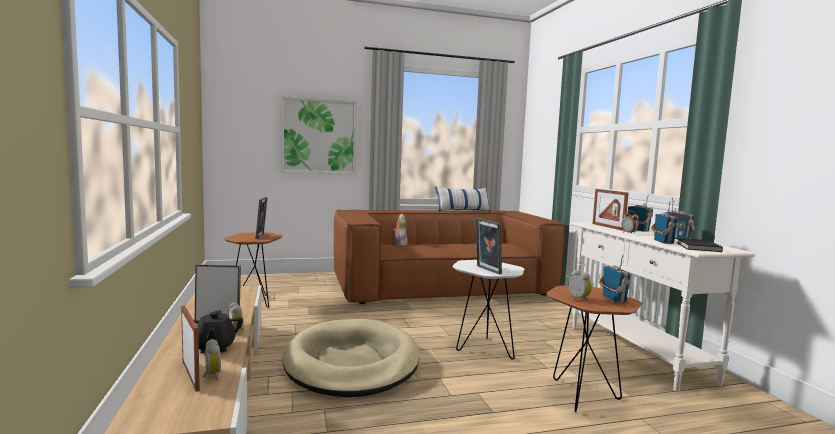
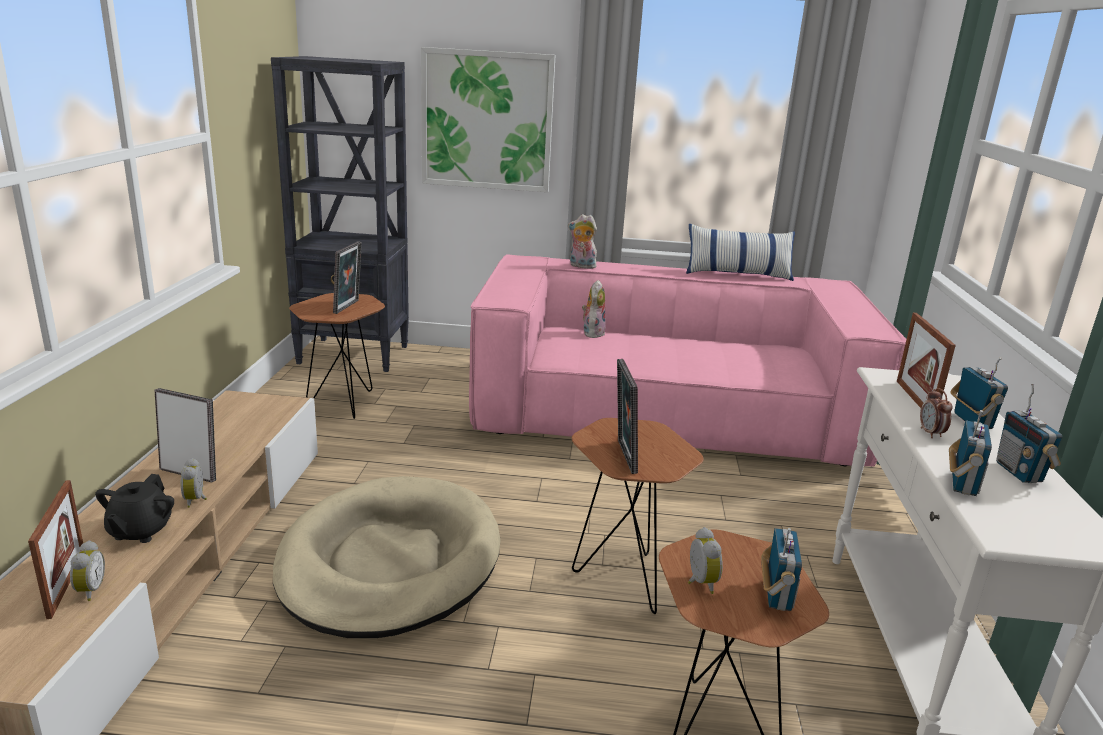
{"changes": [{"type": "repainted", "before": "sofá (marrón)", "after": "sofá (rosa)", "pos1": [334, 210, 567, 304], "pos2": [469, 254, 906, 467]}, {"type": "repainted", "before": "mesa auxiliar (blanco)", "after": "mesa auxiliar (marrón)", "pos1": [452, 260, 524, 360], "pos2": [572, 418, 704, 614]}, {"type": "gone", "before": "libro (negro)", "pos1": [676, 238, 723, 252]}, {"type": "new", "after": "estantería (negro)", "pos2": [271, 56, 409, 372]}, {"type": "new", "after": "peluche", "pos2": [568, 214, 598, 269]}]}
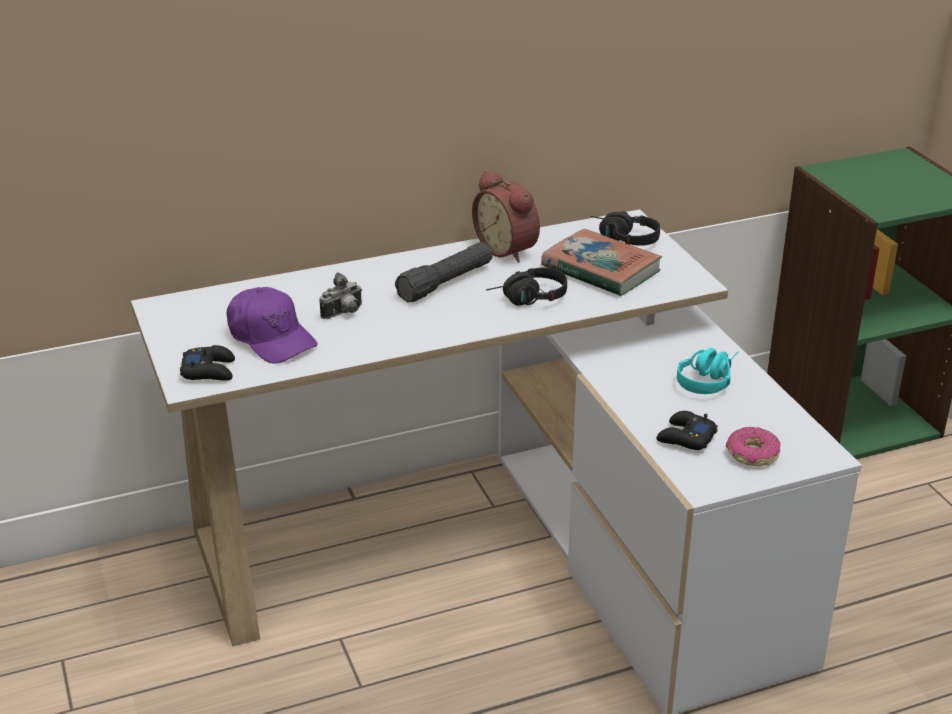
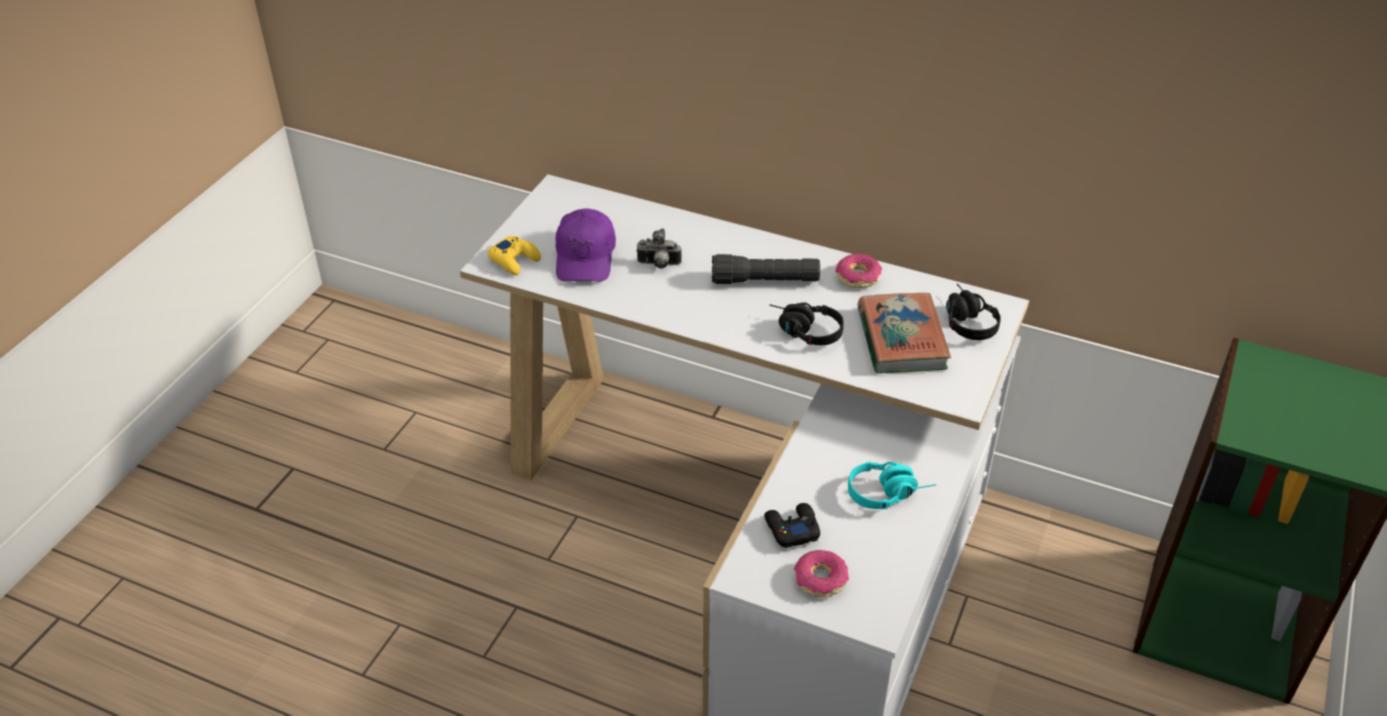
{"changes": [{"type": "repainted", "before": "mando de consola (negro)", "after": "mando de consola (amarillo)", "pos1": [180, 345, 235, 381], "pos2": [488, 236, 541, 275]}, {"type": "swapped", "before": "despertador", "after": "rosquilla", "pos1": [472, 170, 540, 263], "pos2": [836, 254, 882, 288]}]}
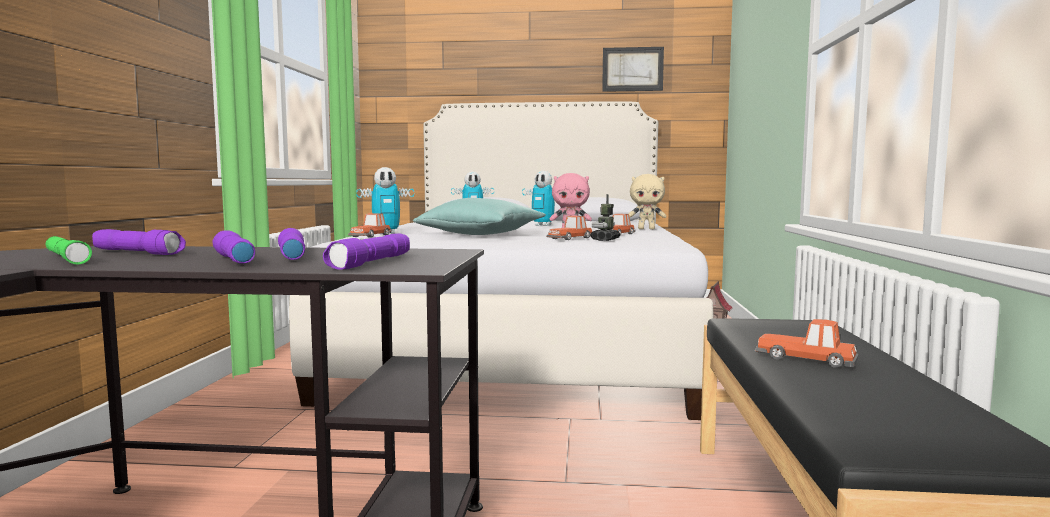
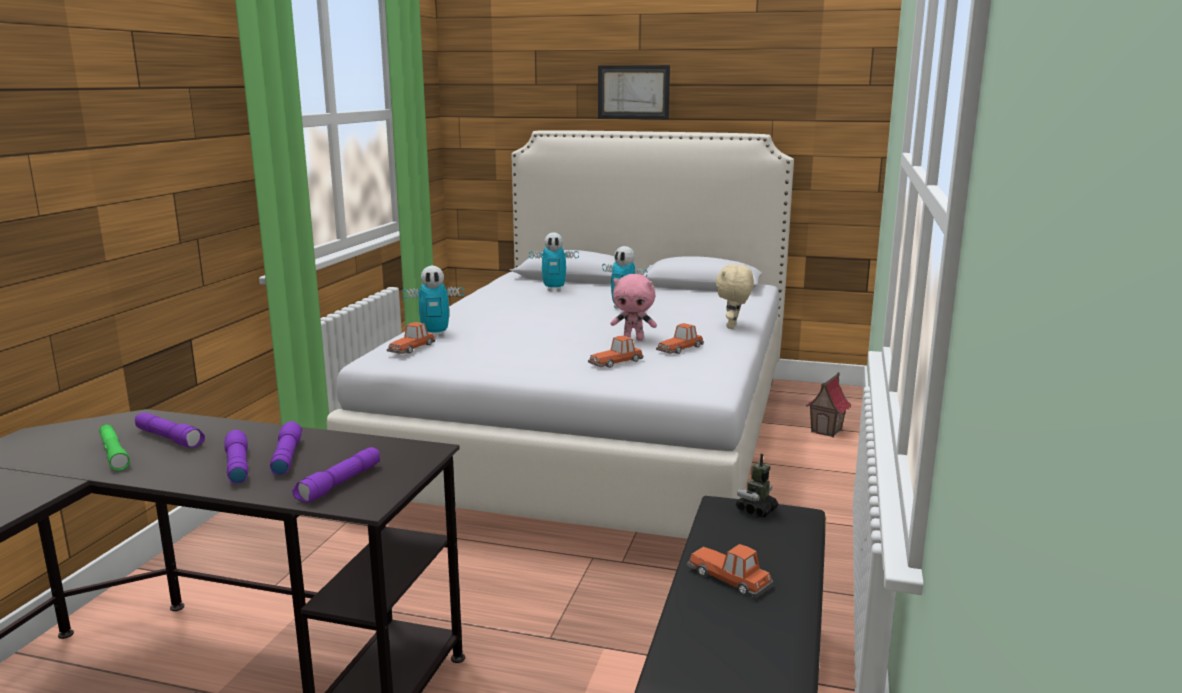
{"changes": [{"type": "gone", "before": "cojín (turquesa)", "pos1": [413, 198, 546, 235]}, {"type": "shifted", "before": "robot de juguete", "pos1": [590, 194, 620, 241], "pos2": [736, 454, 778, 517]}, {"type": "shifted", "before": "cuadro", "pos1": [602, 47, 664, 92], "pos2": [598, 65, 670, 119]}, {"type": "rotated", "before": "peluche (beis)", "pos1": [629, 174, 667, 229], "pos2": [715, 264, 754, 329], "turn": 90}]}
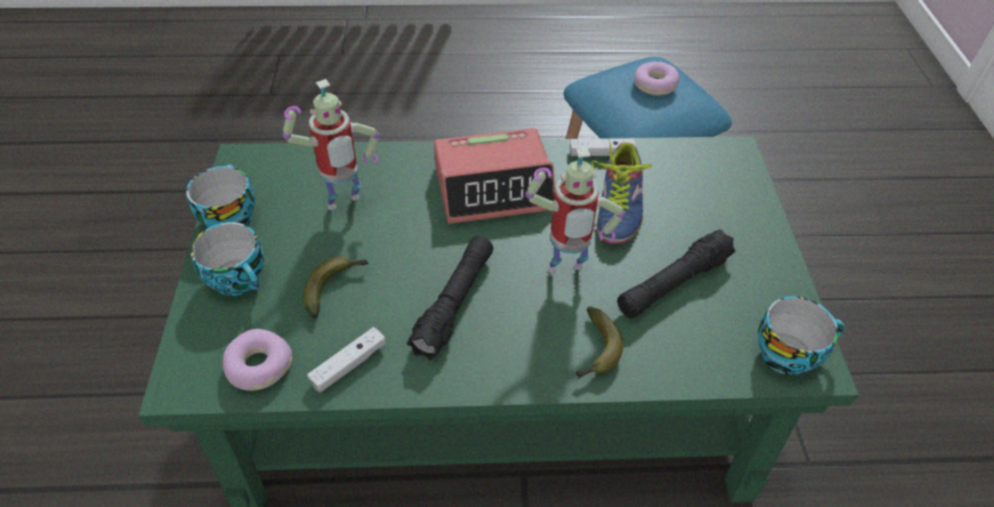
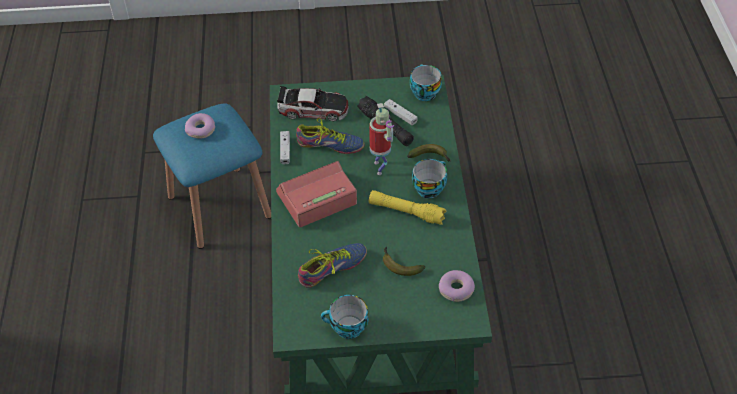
{"changes": [{"type": "shifted", "before": "taza", "pos1": [191, 222, 264, 296], "pos2": [412, 159, 447, 198]}, {"type": "swapped", "before": "robot de juguete", "after": "zapato", "pos1": [283, 79, 379, 210], "pos2": [298, 243, 367, 288]}, {"type": "shifted", "before": "mando de consola (blanco)", "pos1": [307, 327, 386, 392], "pos2": [384, 99, 418, 125]}, {"type": "repainted", "before": "linterna (negro)", "after": "linterna (amarillo)", "pos1": [407, 236, 493, 360], "pos2": [369, 190, 446, 225]}, {"type": "rotated", "before": "despertador", "pos1": [434, 128, 555, 224], "pos2": [276, 161, 357, 227], "turn": -105}, {"type": "new", "after": "coche de juguete", "pos2": [277, 86, 349, 121]}]}
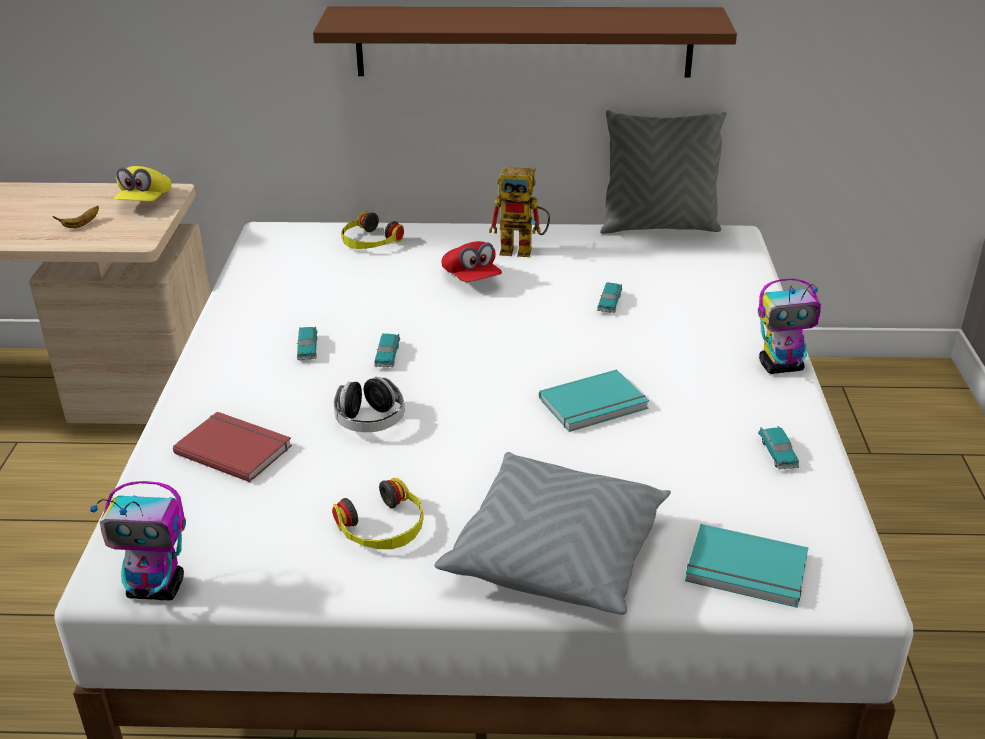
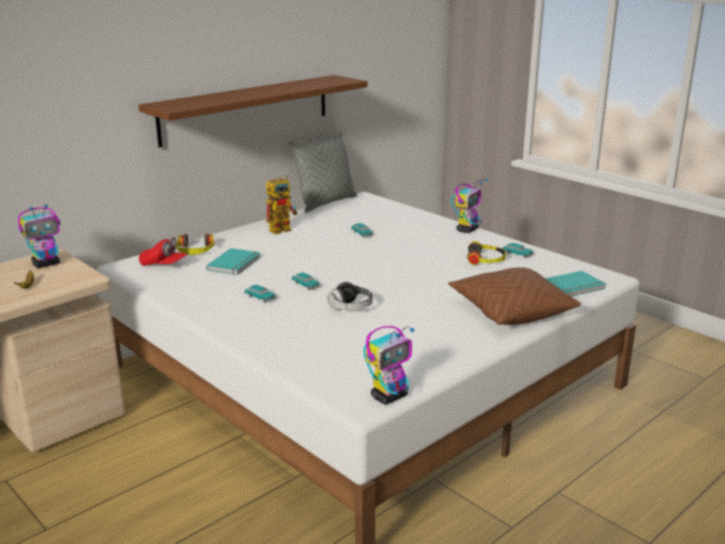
{"changes": [{"type": "swapped", "before": "gorra (amarillo)", "after": "robot de juguete", "pos1": [114, 166, 172, 201], "pos2": [18, 204, 60, 268]}, {"type": "gone", "before": "libro (rojo)", "pos1": [173, 412, 292, 482]}, {"type": "shifted", "before": "auriculares", "pos1": [332, 478, 424, 549], "pos2": [467, 241, 506, 265]}, {"type": "repainted", "before": "cojín (gris)", "after": "cojín (marrón)", "pos1": [434, 452, 671, 615], "pos2": [448, 267, 581, 325]}, {"type": "shifted", "before": "gorra (rojo)", "pos1": [442, 241, 502, 282], "pos2": [139, 237, 187, 266]}, {"type": "shifted", "before": "libro (turquesa)", "pos1": [539, 369, 649, 432], "pos2": [206, 248, 260, 275]}]}
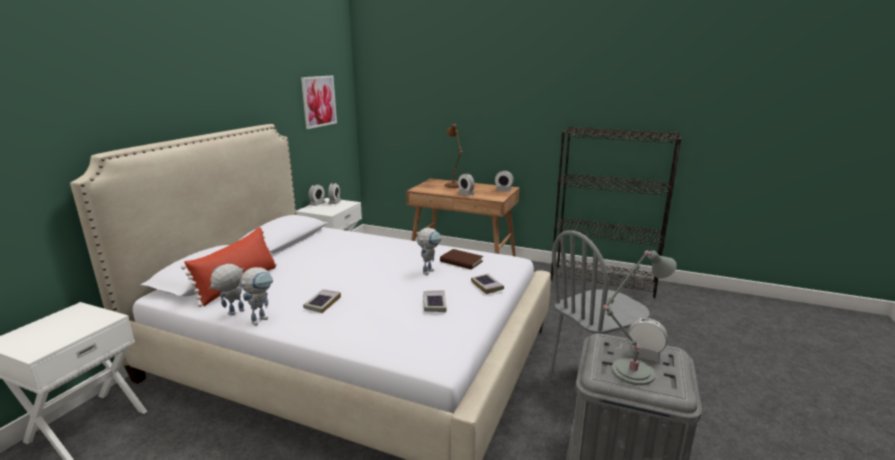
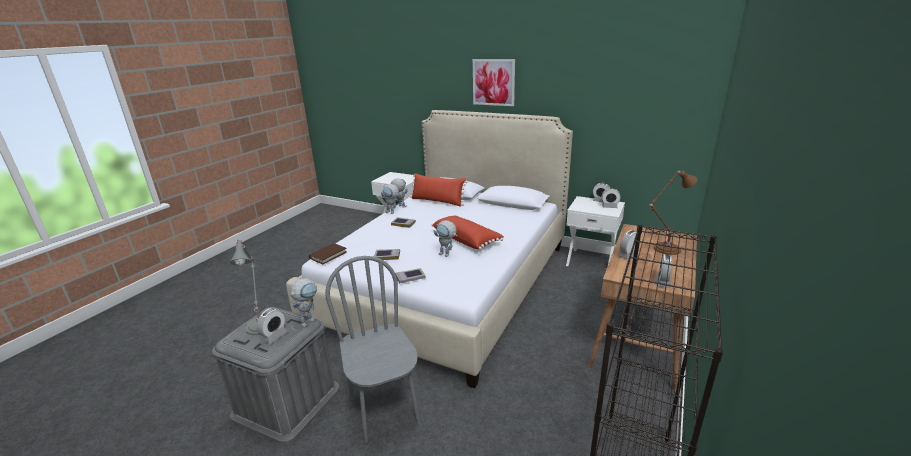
{"changes": [{"type": "shifted", "before": "cuadro", "pos1": [301, 76, 337, 129], "pos2": [473, 59, 515, 106]}, {"type": "shifted", "before": "libro (marrón)", "pos1": [440, 249, 483, 269], "pos2": [309, 243, 347, 264]}, {"type": "new", "after": "robot de juguete", "pos2": [289, 279, 317, 327]}, {"type": "new", "after": "cojín (rojo)", "pos2": [431, 216, 504, 250]}]}
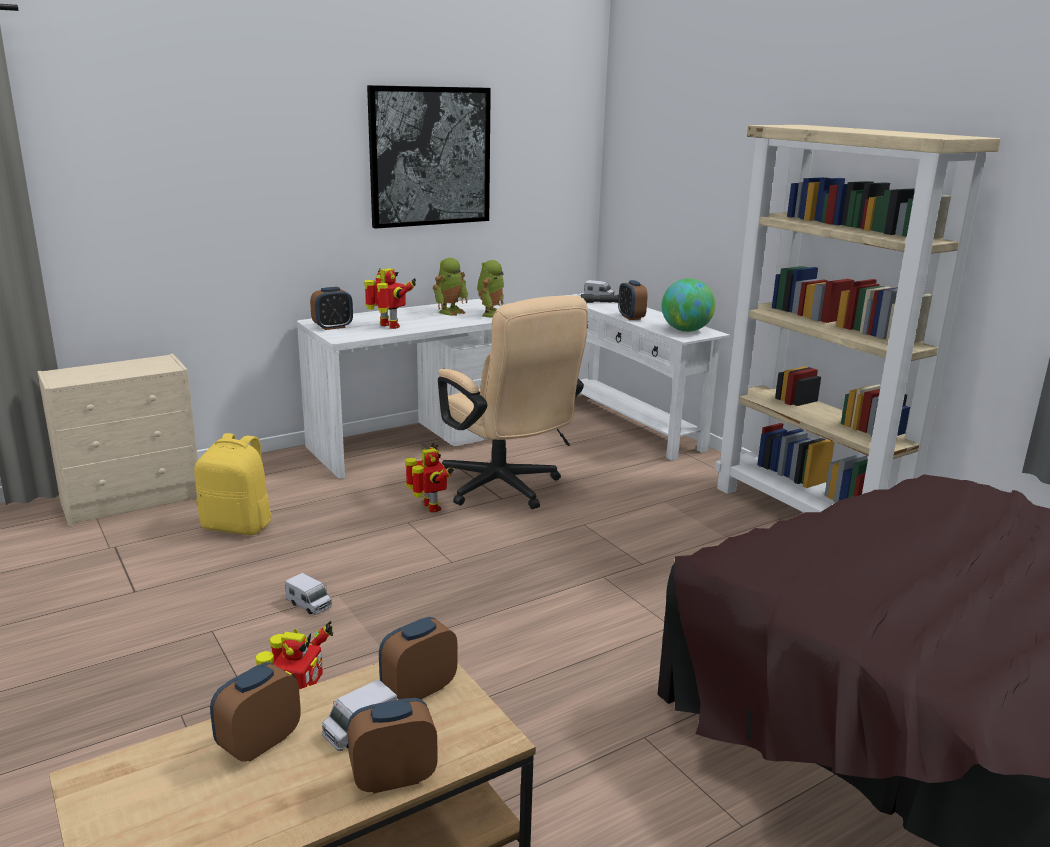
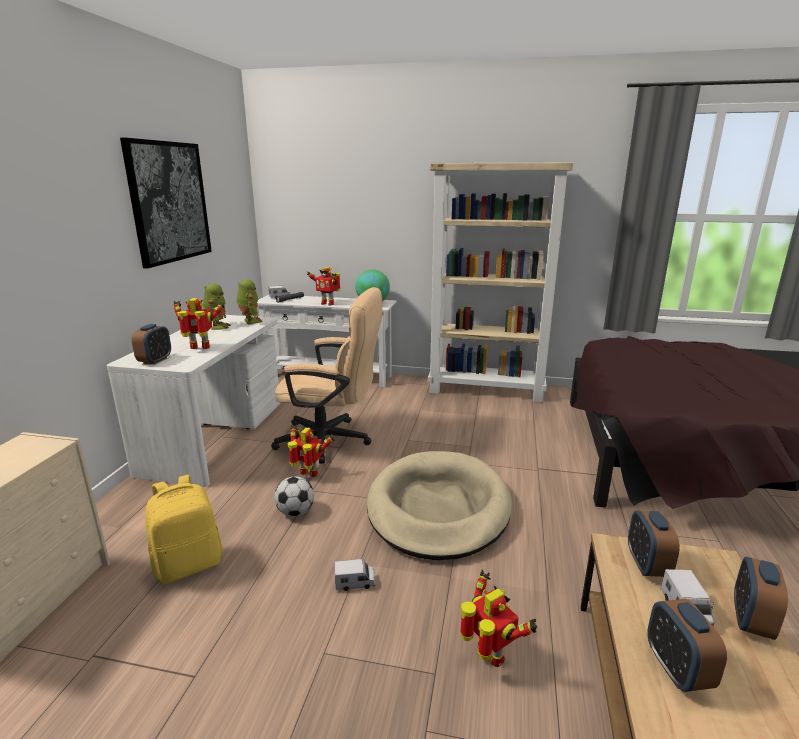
{"changes": [{"type": "swapped", "before": "despertador", "after": "robot de juguete", "pos1": [618, 280, 648, 320], "pos2": [307, 267, 341, 306]}, {"type": "new", "after": "balón de fútbol", "pos2": [274, 476, 314, 516]}, {"type": "new", "after": "cama para perro (beis)", "pos2": [367, 451, 512, 560]}]}
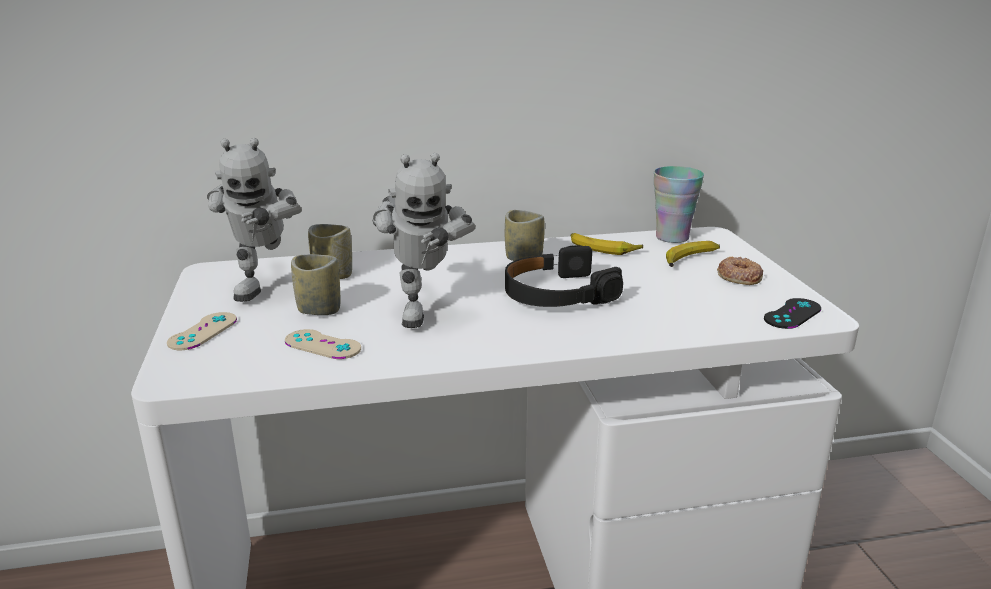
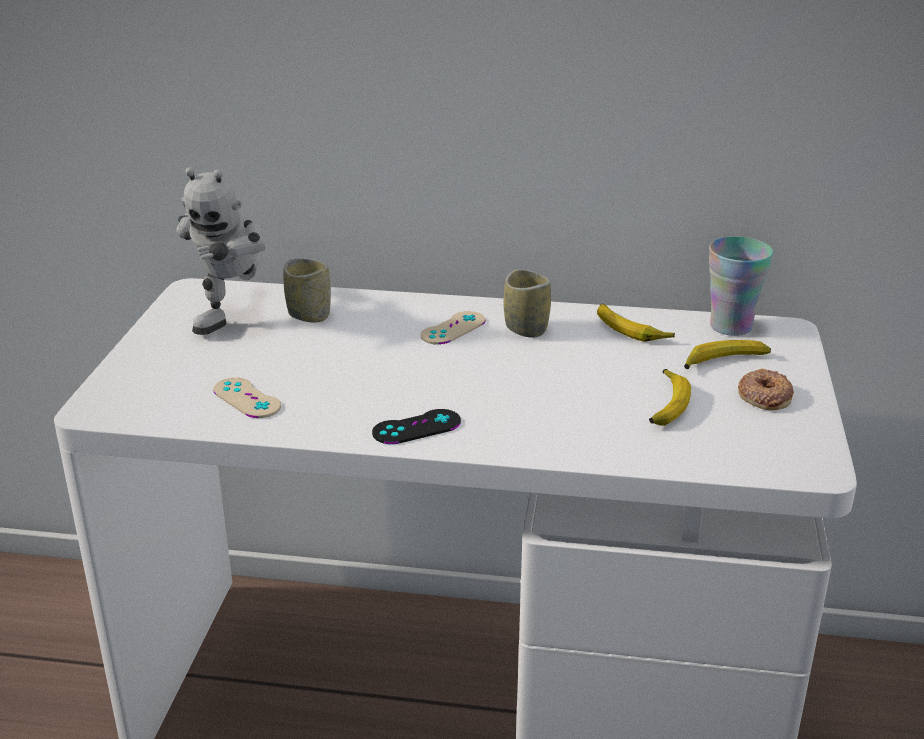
{"changes": [{"type": "shifted", "before": "mando de consola (beis)", "pos1": [167, 312, 237, 350], "pos2": [421, 311, 486, 345]}, {"type": "gone", "before": "taza", "pos1": [291, 254, 340, 315]}, {"type": "gone", "before": "robot de juguete", "pos1": [372, 153, 475, 328]}, {"type": "gone", "before": "auriculares (negro)", "pos1": [505, 245, 623, 307]}, {"type": "shifted", "before": "mando de consola (negro)", "pos1": [764, 298, 821, 329], "pos2": [372, 409, 461, 444]}, {"type": "new", "after": "plátano", "pos2": [649, 369, 691, 426]}]}
